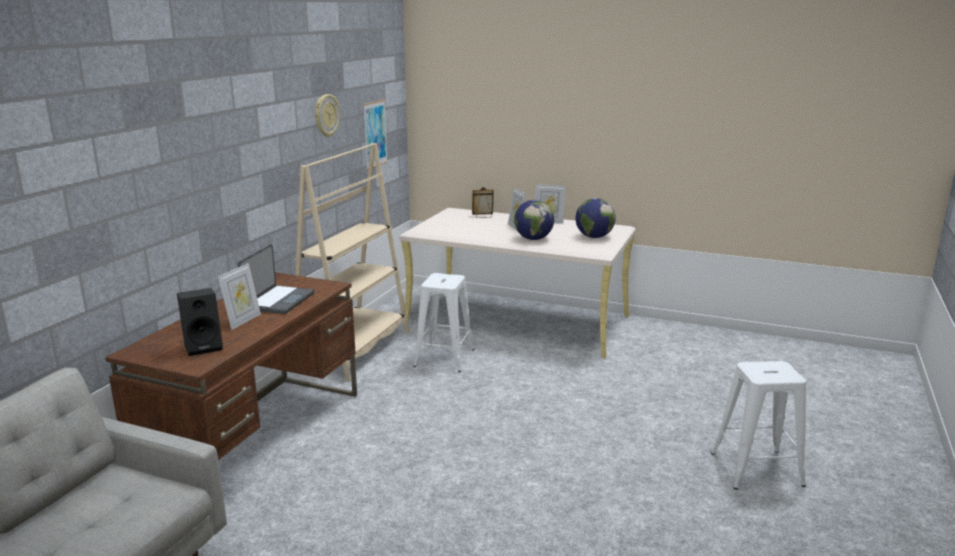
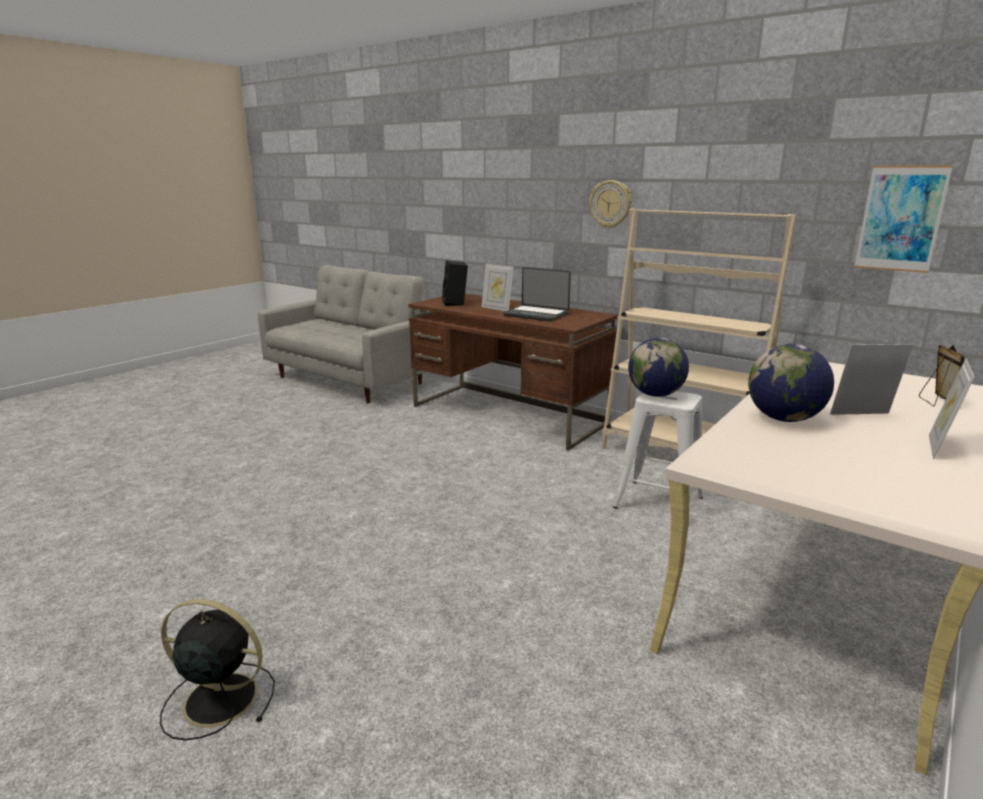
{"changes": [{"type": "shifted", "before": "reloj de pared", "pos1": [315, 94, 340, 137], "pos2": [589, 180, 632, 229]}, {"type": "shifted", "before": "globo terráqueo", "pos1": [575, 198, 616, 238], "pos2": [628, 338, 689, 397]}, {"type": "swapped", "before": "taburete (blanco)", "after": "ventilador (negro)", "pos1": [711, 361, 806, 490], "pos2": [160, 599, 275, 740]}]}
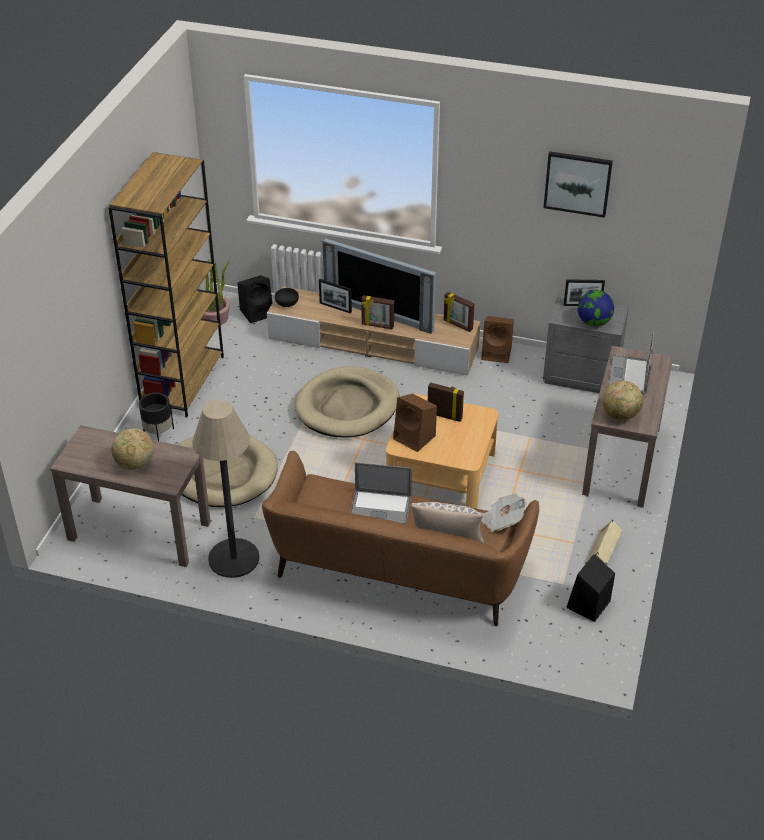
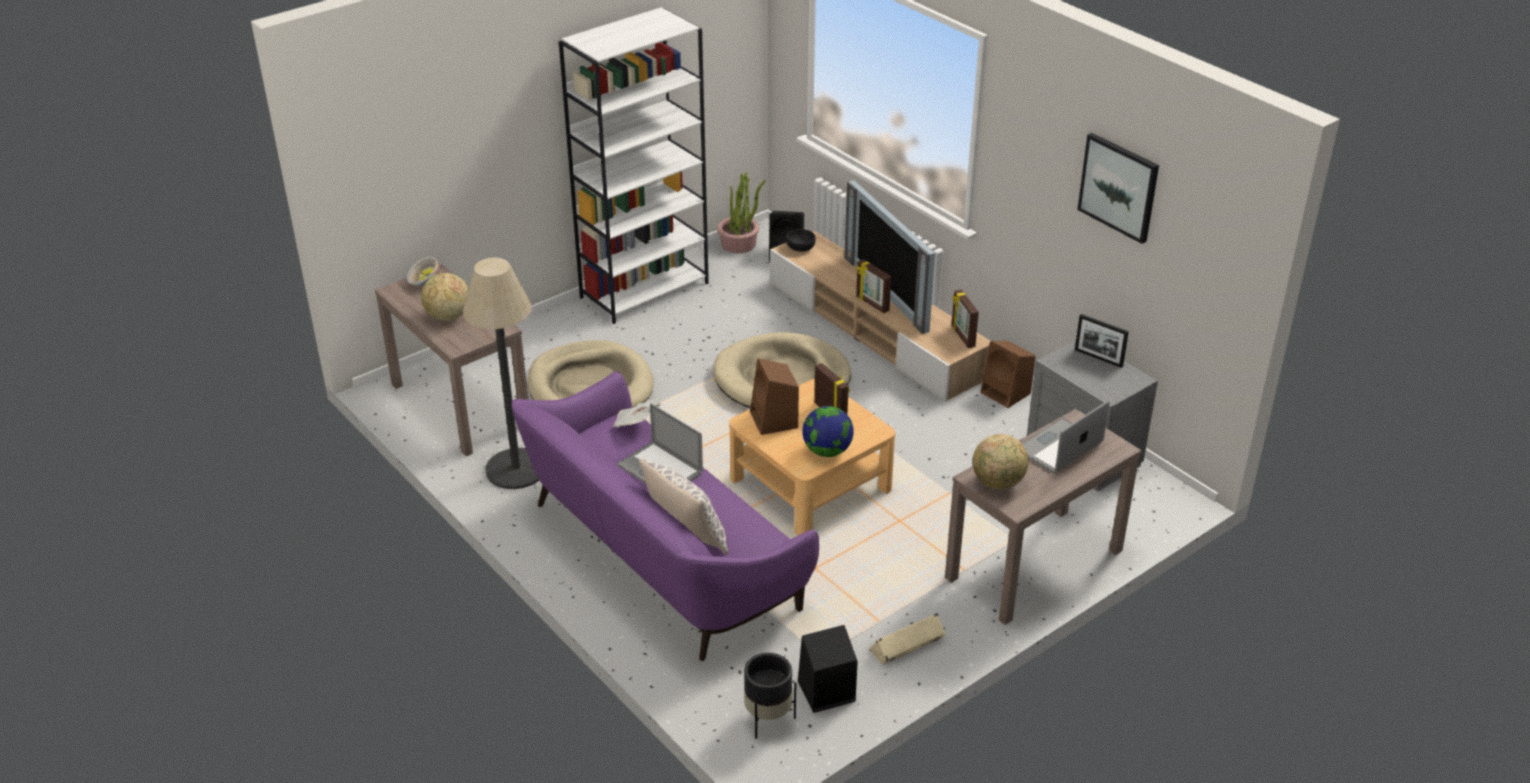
{"changes": [{"type": "repainted", "before": "estantería (marrón)", "after": "estantería (blanco)", "pos1": [108, 152, 224, 417], "pos2": [559, 7, 709, 324]}, {"type": "shifted", "before": "maceta (negro)", "pos1": [139, 392, 174, 441], "pos2": [744, 653, 796, 739]}, {"type": "repainted", "before": "sofá (marrón)", "after": "sofá (morado)", "pos1": [262, 451, 539, 626], "pos2": [512, 371, 819, 661]}, {"type": "gone", "before": "portarretratos", "pos1": [319, 279, 352, 314]}, {"type": "shifted", "before": "periódico", "pos1": [482, 493, 527, 532], "pos2": [612, 398, 662, 427]}, {"type": "shifted", "before": "globo terráqueo", "pos1": [578, 290, 614, 326], "pos2": [802, 406, 854, 457]}, {"type": "new", "after": "cuenco", "pos2": [407, 257, 439, 287]}]}
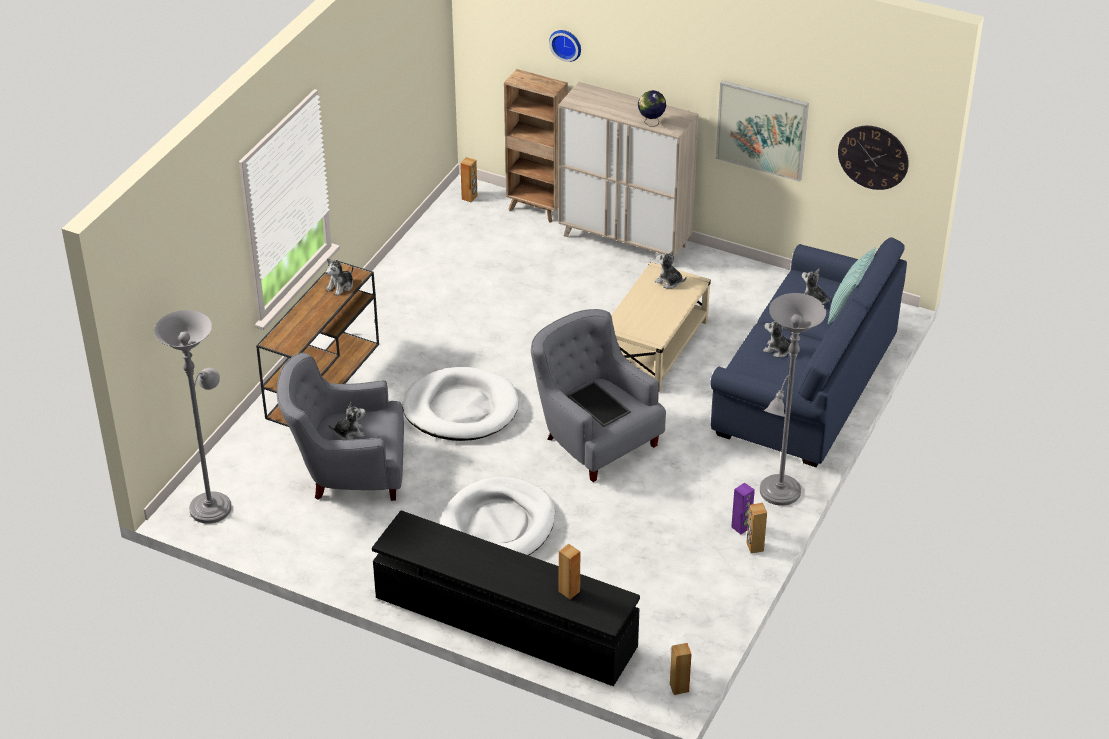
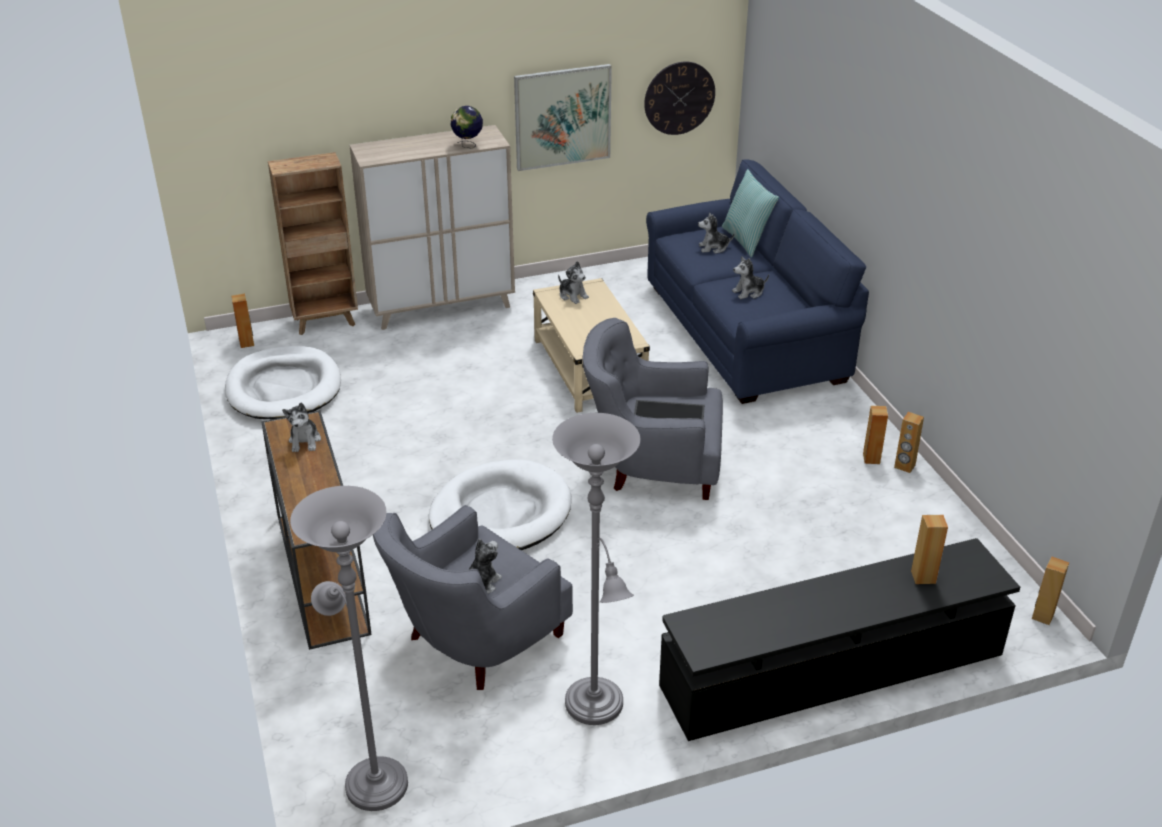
{"changes": [{"type": "shifted", "before": "cama para perro (blanco)", "pos1": [440, 477, 555, 556], "pos2": [225, 346, 341, 419]}, {"type": "gone", "before": "reloj de pared", "pos1": [549, 30, 581, 62]}, {"type": "rotated", "before": "peluche", "pos1": [655, 250, 687, 289], "pos2": [558, 261, 589, 304], "turn": -120}, {"type": "repainted", "before": "altavoz (morado)", "after": "altavoz (marrón)", "pos1": [731, 483, 755, 534], "pos2": [863, 406, 888, 464]}, {"type": "shifted", "before": "lámpara de pie (gris)", "pos1": [760, 293, 826, 506], "pos2": [552, 413, 640, 725]}]}
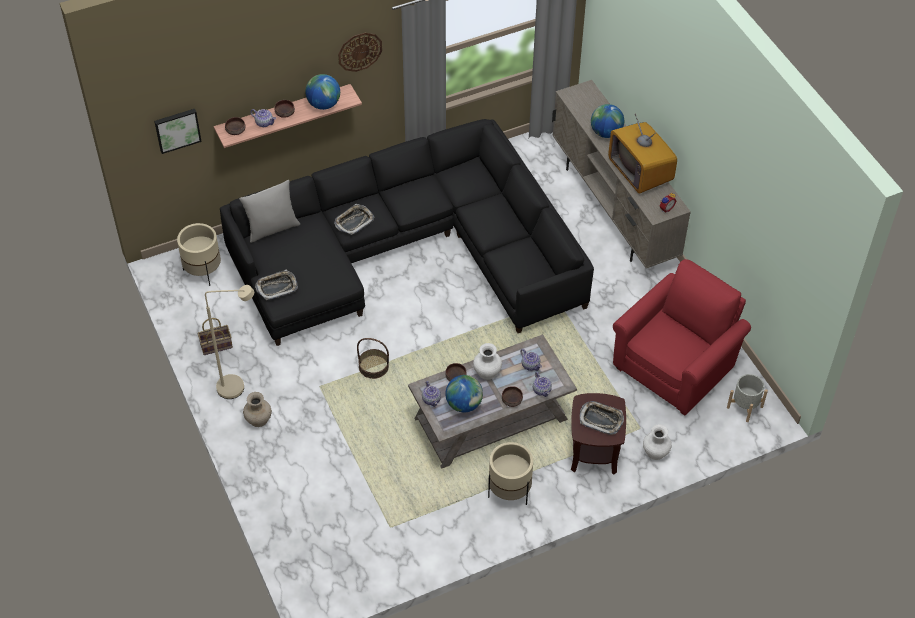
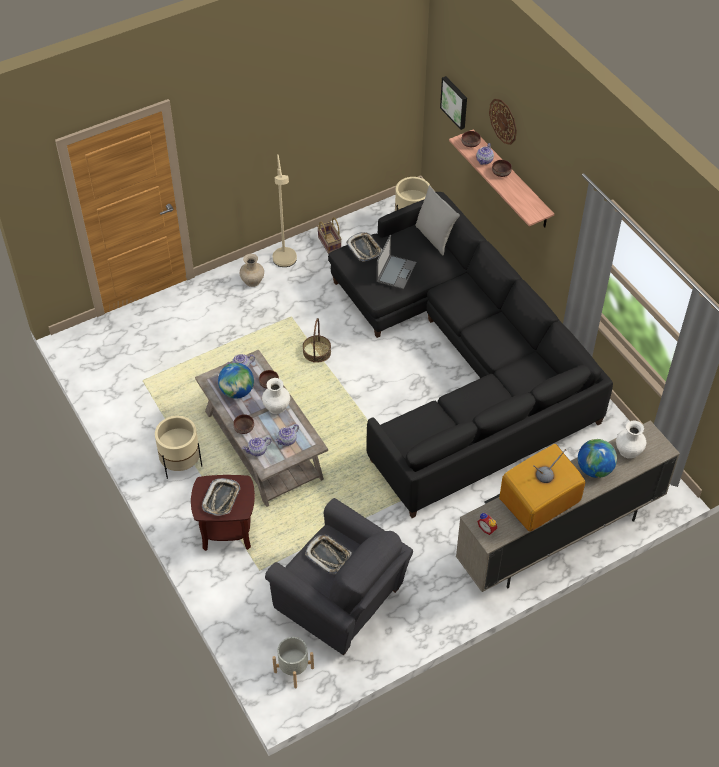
{"changes": [{"type": "gone", "before": "globo terráqueo", "pos1": [305, 74, 340, 110]}, {"type": "shifted", "before": "bandeja", "pos1": [334, 204, 374, 235], "pos2": [305, 535, 351, 574]}, {"type": "shifted", "before": "reloj de pared", "pos1": [338, 33, 382, 72], "pos2": [489, 99, 517, 145]}, {"type": "repainted", "before": "sillón (rojo)", "after": "sillón (gris)", "pos1": [613, 259, 751, 416], "pos2": [265, 498, 413, 655]}, {"type": "shifted", "before": "florero (blanco)", "pos1": [643, 425, 672, 460], "pos2": [616, 421, 647, 459]}, {"type": "new", "after": "portátil", "pos2": [376, 235, 416, 289]}]}
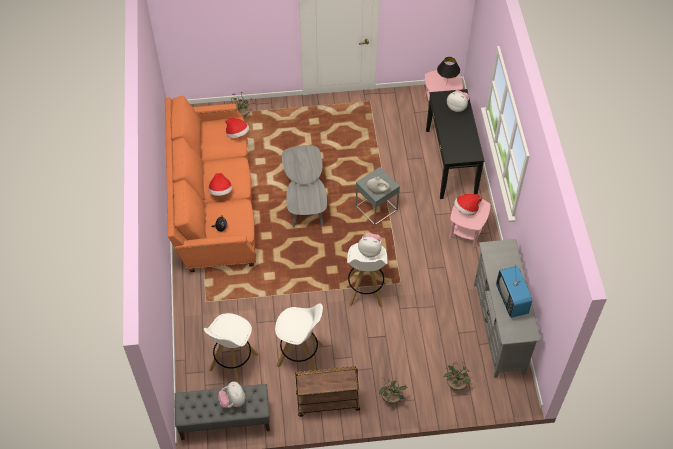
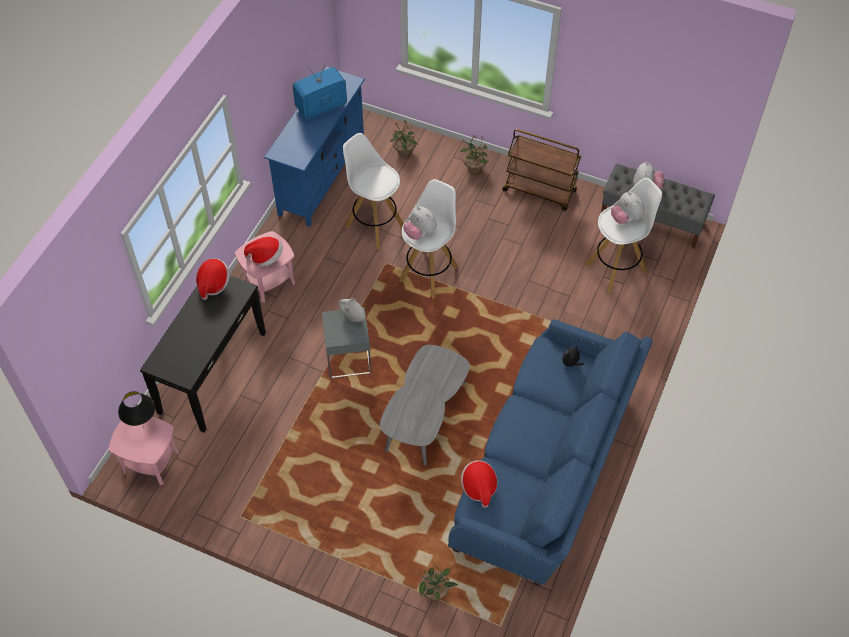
{"changes": [{"type": "repainted", "before": "sofá (naranja)", "after": "sofá (azul)", "pos1": [165, 96, 256, 272], "pos2": [448, 319, 653, 586]}, {"type": "shifted", "before": "sombrero", "pos1": [208, 173, 232, 196], "pos2": [196, 258, 230, 300]}, {"type": "shifted", "before": "taburete (blanco)", "pos1": [275, 303, 323, 370], "pos2": [343, 133, 404, 250]}, {"type": "shifted", "before": "peluche", "pos1": [447, 90, 469, 112], "pos2": [611, 192, 645, 224]}, {"type": "repainted", "before": "mueble de televisión (gris)", "after": "mueble de televisión (azul)", "pos1": [474, 239, 541, 378], "pos2": [264, 67, 365, 227]}, {"type": "rotated", "before": "televisor", "pos1": [496, 266, 532, 318], "pos2": [293, 59, 347, 119], "turn": -135}]}
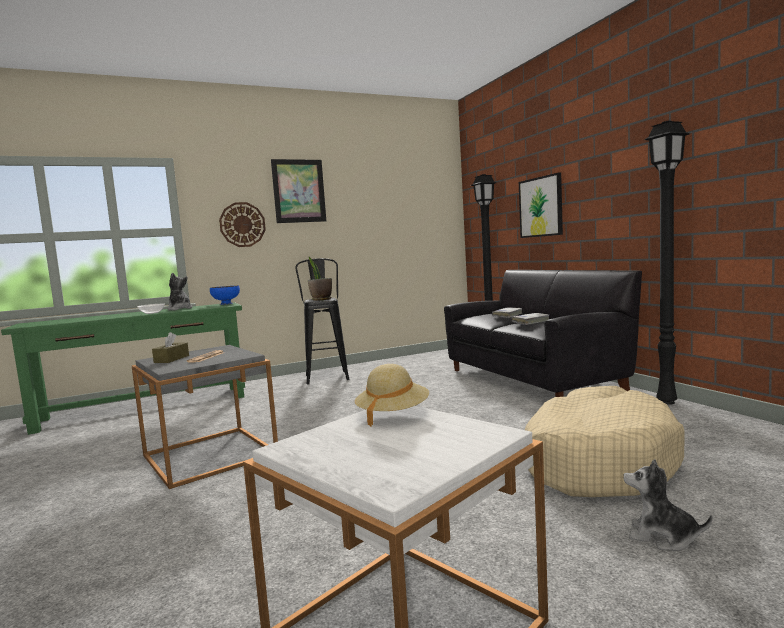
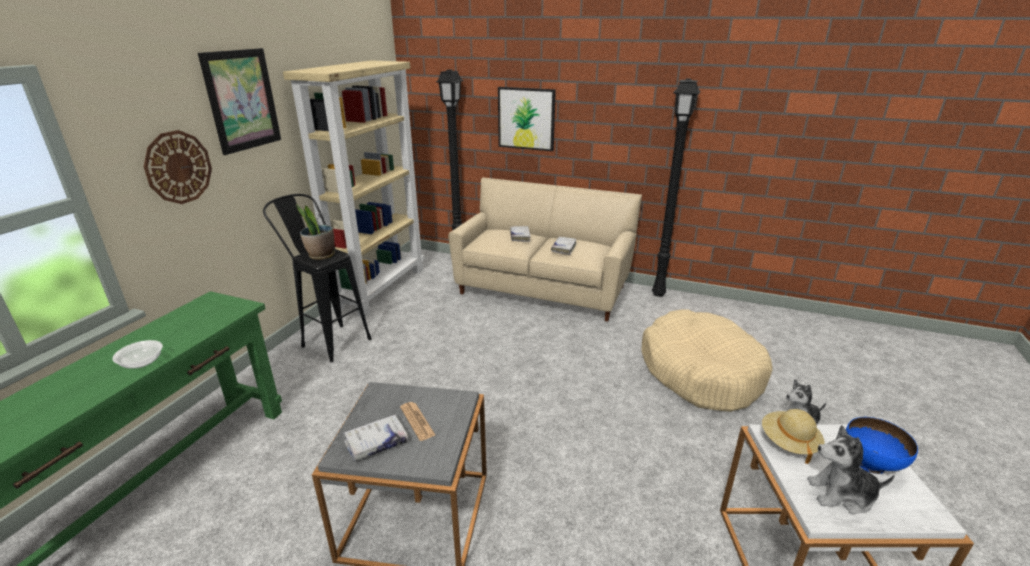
{"changes": [{"type": "swapped", "before": "caja de pañuelos (marrón)", "after": "libro (blanco)", "pos1": [152, 332, 189, 363], "pos2": [343, 415, 408, 461]}, {"type": "shifted", "before": "peluche", "pos1": [168, 273, 192, 311], "pos2": [807, 425, 895, 514]}, {"type": "shifted", "before": "cuenco (azul)", "pos1": [210, 286, 240, 305], "pos2": [846, 417, 918, 474]}, {"type": "repainted", "before": "sofá (negro)", "after": "sofá (beis)", "pos1": [444, 270, 642, 397], "pos2": [448, 178, 642, 322]}, {"type": "new", "after": "estantería (beis)", "pos2": [283, 60, 424, 317]}]}
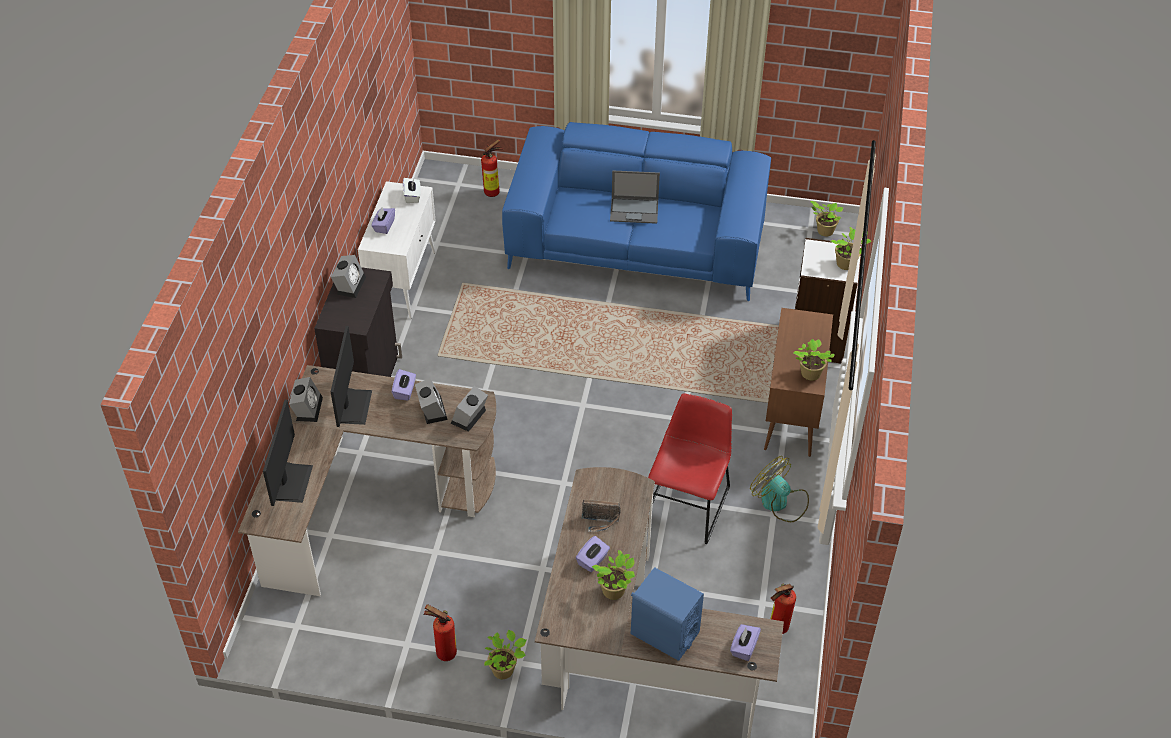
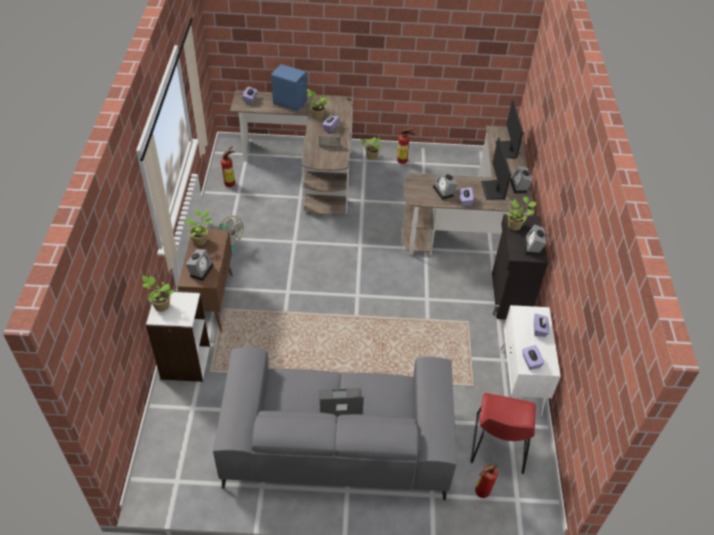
{"changes": [{"type": "repainted", "before": "caja de pañuelos (blanco)", "after": "caja de pañuelos (morado)", "pos1": [403, 178, 421, 203], "pos2": [522, 345, 544, 370]}, {"type": "shifted", "before": "despertador", "pos1": [451, 386, 488, 432], "pos2": [185, 249, 214, 281]}, {"type": "repainted", "before": "sofá (azul)", "after": "sofá (gris)", "pos1": [502, 122, 771, 301], "pos2": [213, 347, 457, 501]}, {"type": "shifted", "before": "silla (rojo)", "pos1": [648, 394, 732, 544], "pos2": [470, 393, 536, 474]}, {"type": "shifted", "before": "planta en maceta", "pos1": [810, 201, 843, 236], "pos2": [507, 196, 537, 230]}]}
